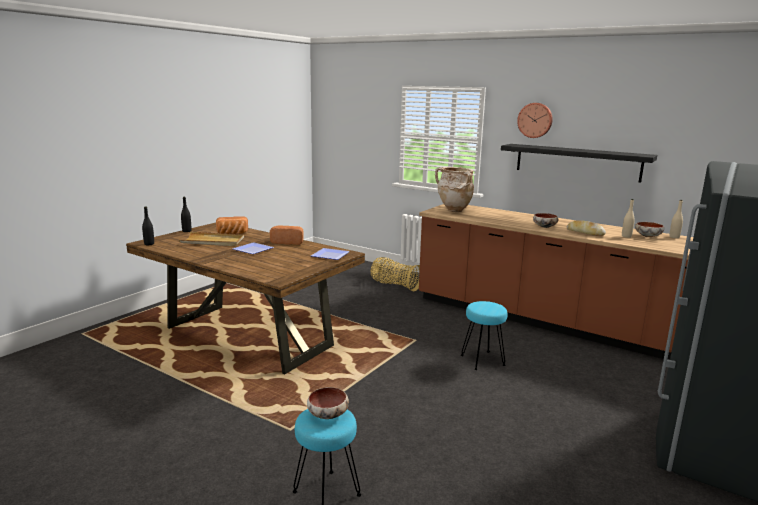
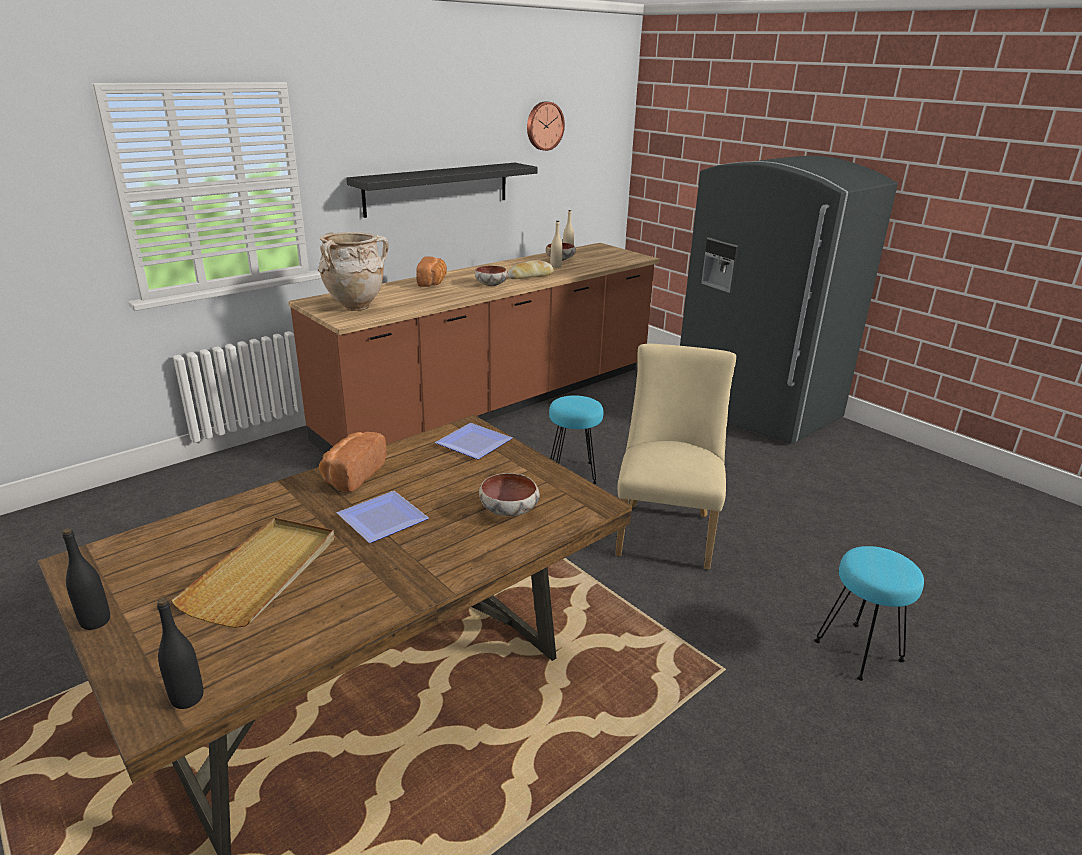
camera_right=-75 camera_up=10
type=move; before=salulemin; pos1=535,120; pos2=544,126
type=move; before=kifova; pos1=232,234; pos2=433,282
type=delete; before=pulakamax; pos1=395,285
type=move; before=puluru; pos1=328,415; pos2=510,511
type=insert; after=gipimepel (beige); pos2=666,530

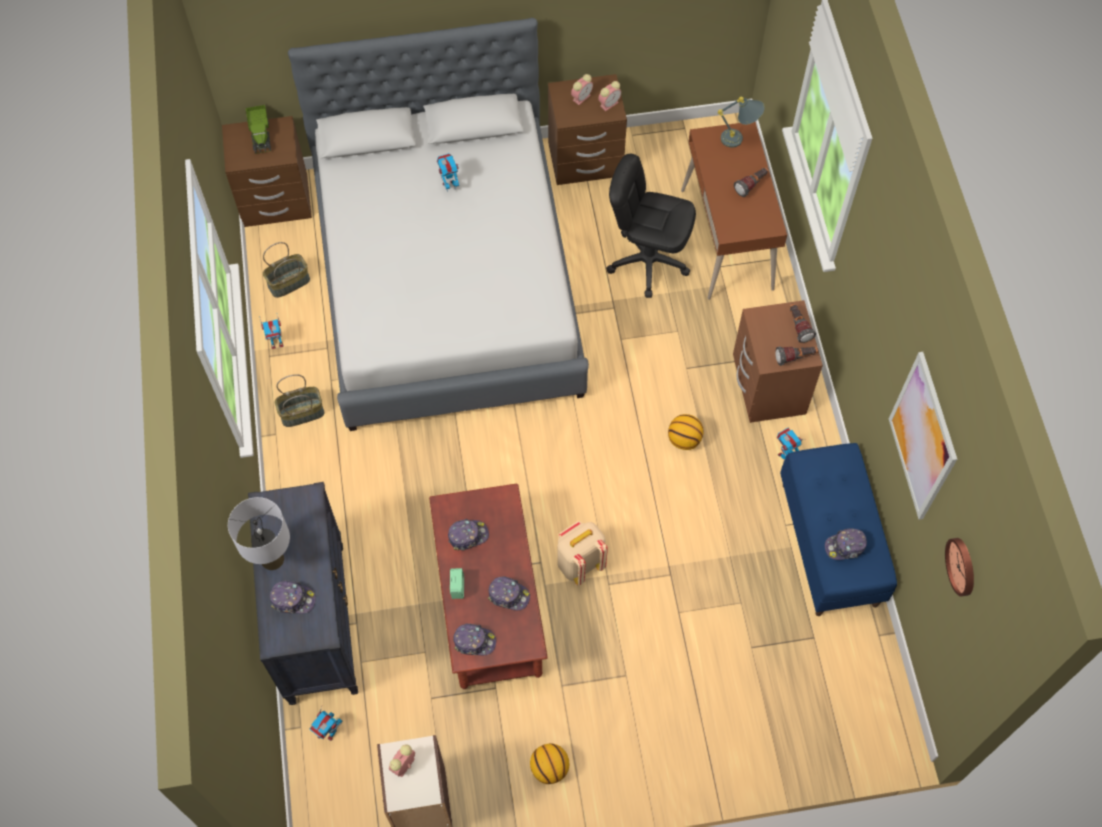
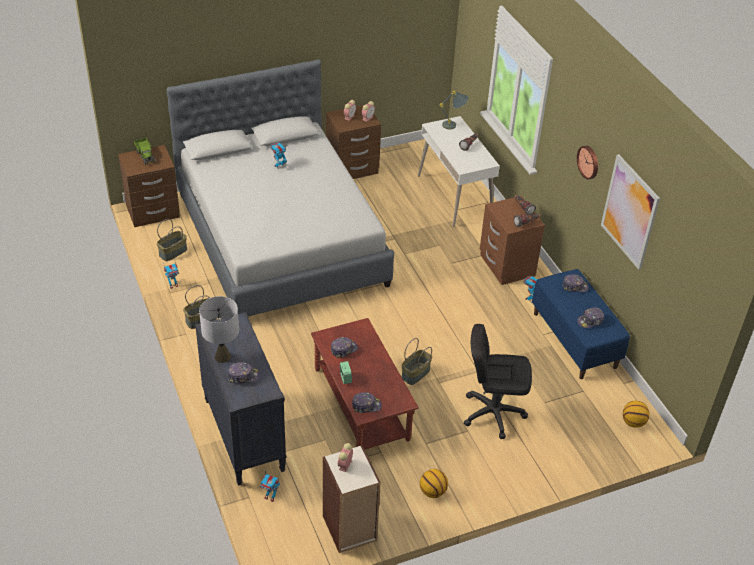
camera_right=-15 camera_up=-20
type=recolor; before=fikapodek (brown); after=fikapodek (white); pos1=727,239; pos2=454,196
type=move; before=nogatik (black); pos1=648,261; pos2=493,413
type=move; before=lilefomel; pos1=684,440; pos2=633,422
type=replace; before=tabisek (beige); after=pulakamax; pos1=579,563; pos2=416,374
type=move; before=salulemin; pos1=962,566; pos2=589,162
type=move; before=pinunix; pos1=508,595; pos2=574,286

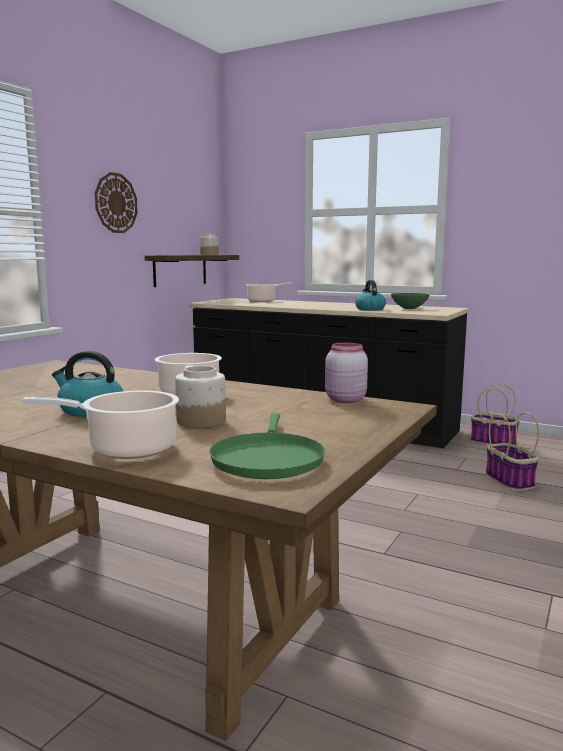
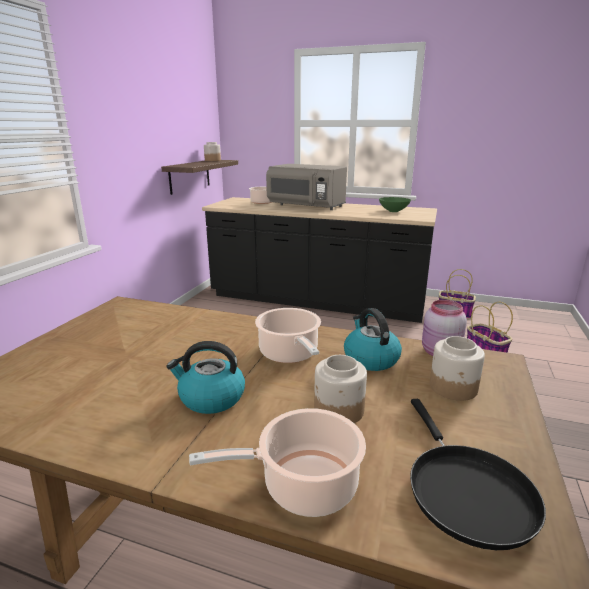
camera_right=-10 camera_up=10
type=delete; before=salulemin; pos1=115,203
type=move; before=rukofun; pos1=369,309; pos2=370,358
type=recolor; before=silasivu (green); after=silasivu (black); pos1=267,459; pos2=466,491
type=insert; after=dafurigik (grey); pos2=306,206
type=insert; after=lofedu; pos2=453,387

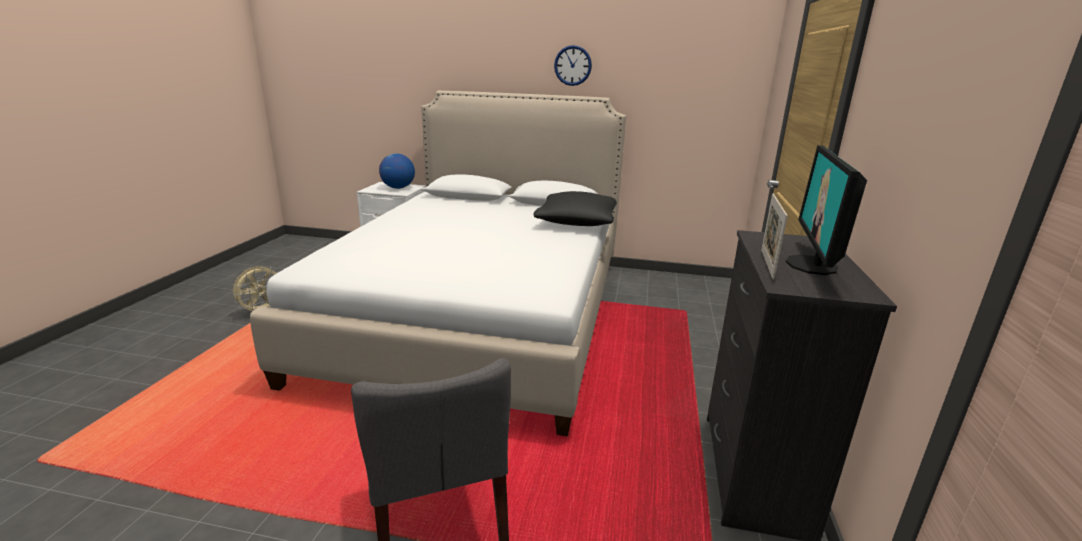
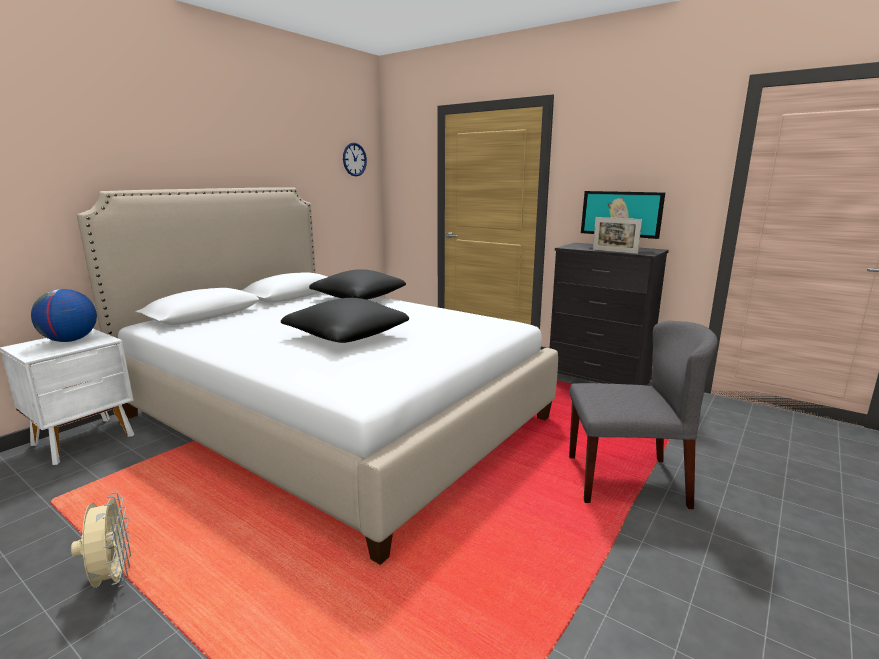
camera_right=-65 camera_up=-5
type=move; before=salulemin; pos1=572,65; pos2=354,159
type=insert; after=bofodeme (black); pos2=346,336

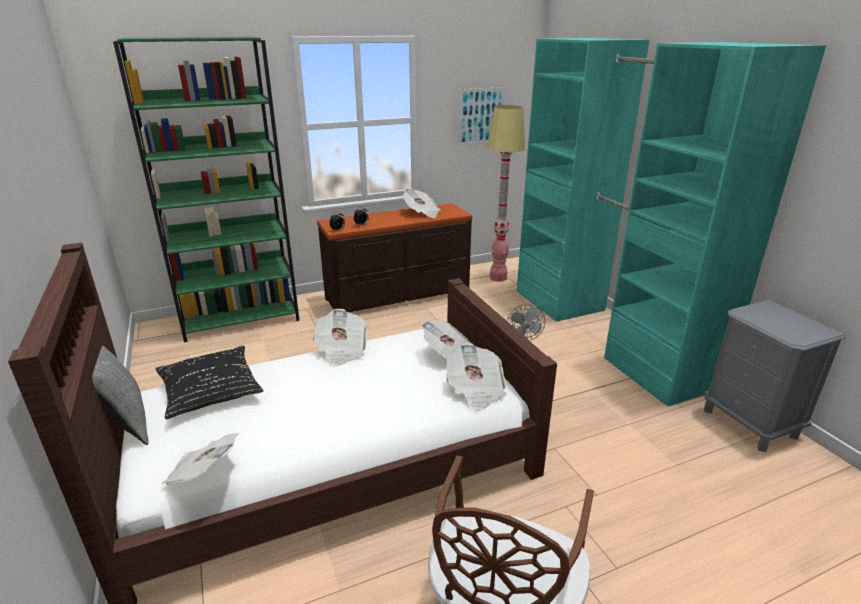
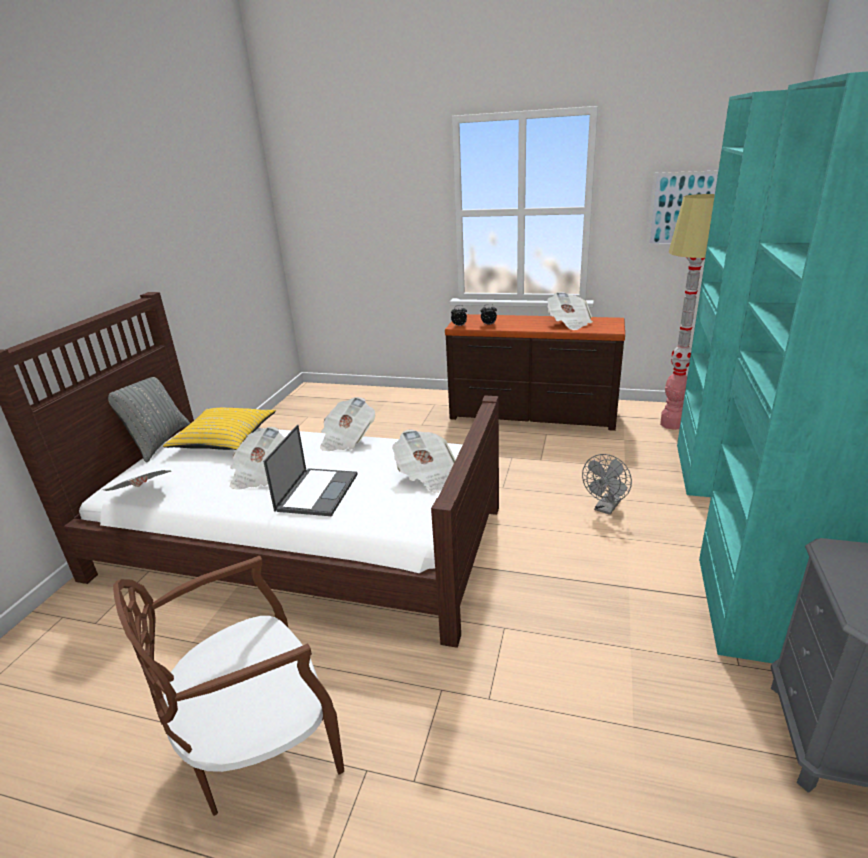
camera_right=40 camera_up=0
type=delete; before=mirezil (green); pos1=241,318
type=move; before=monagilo; pos1=475,390; pos2=260,474
type=recolor; before=bofodeme (black); after=bofodeme (yellow); pos1=210,390; pos2=224,438
type=insert; after=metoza; pos2=317,491

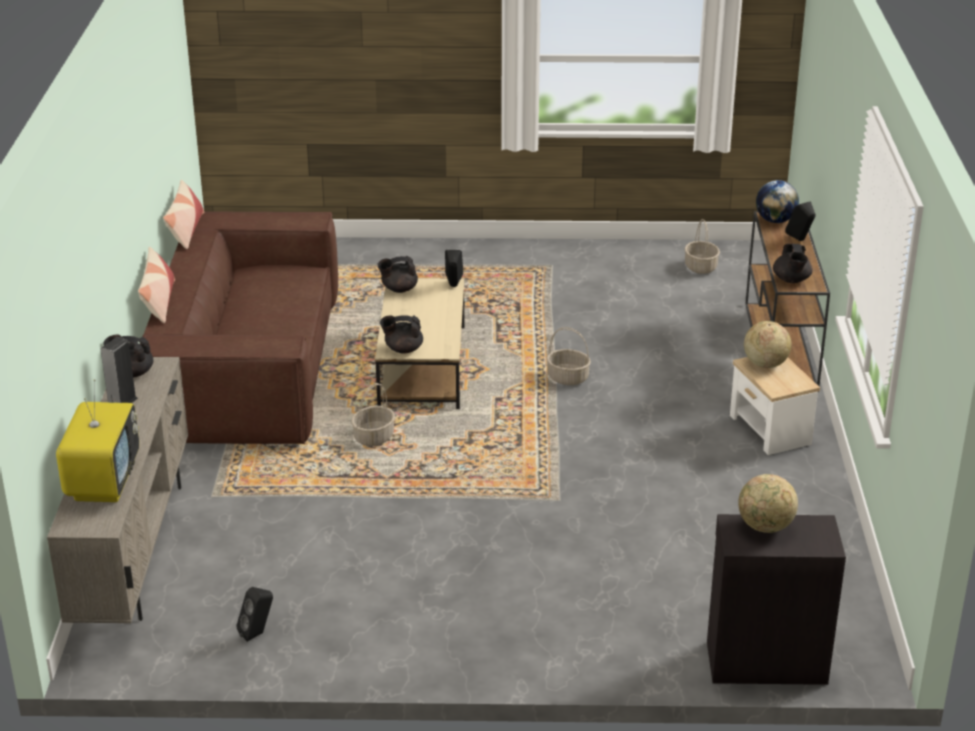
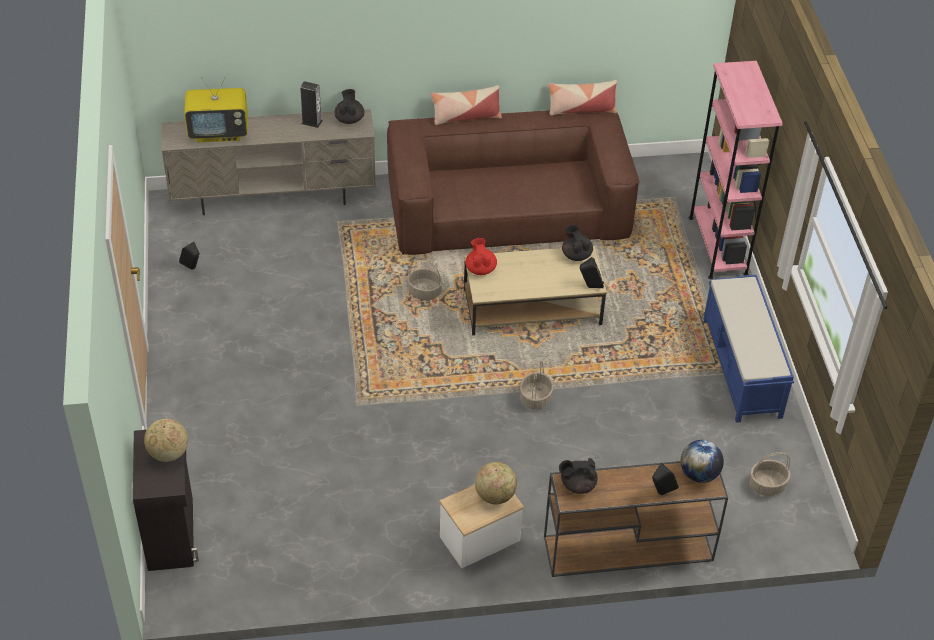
camera_right=80 camera_up=15
type=recolor; before=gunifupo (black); after=gunifupo (red); pos1=403,349; pos2=480,269
type=insert; after=mirezil (pink); pos2=717,246
type=insert; after=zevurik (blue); pos2=742,368

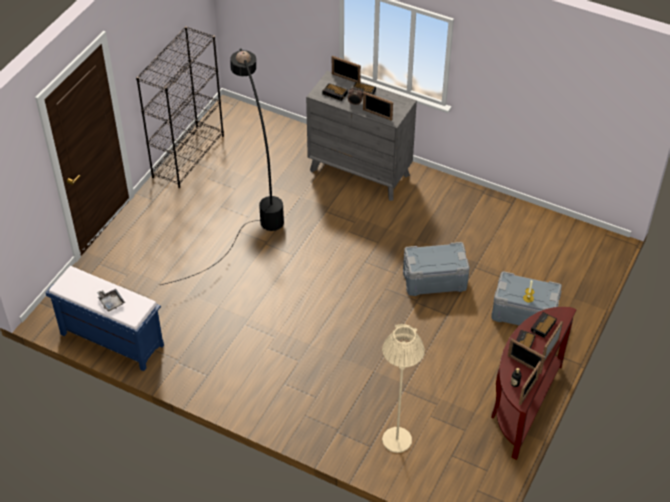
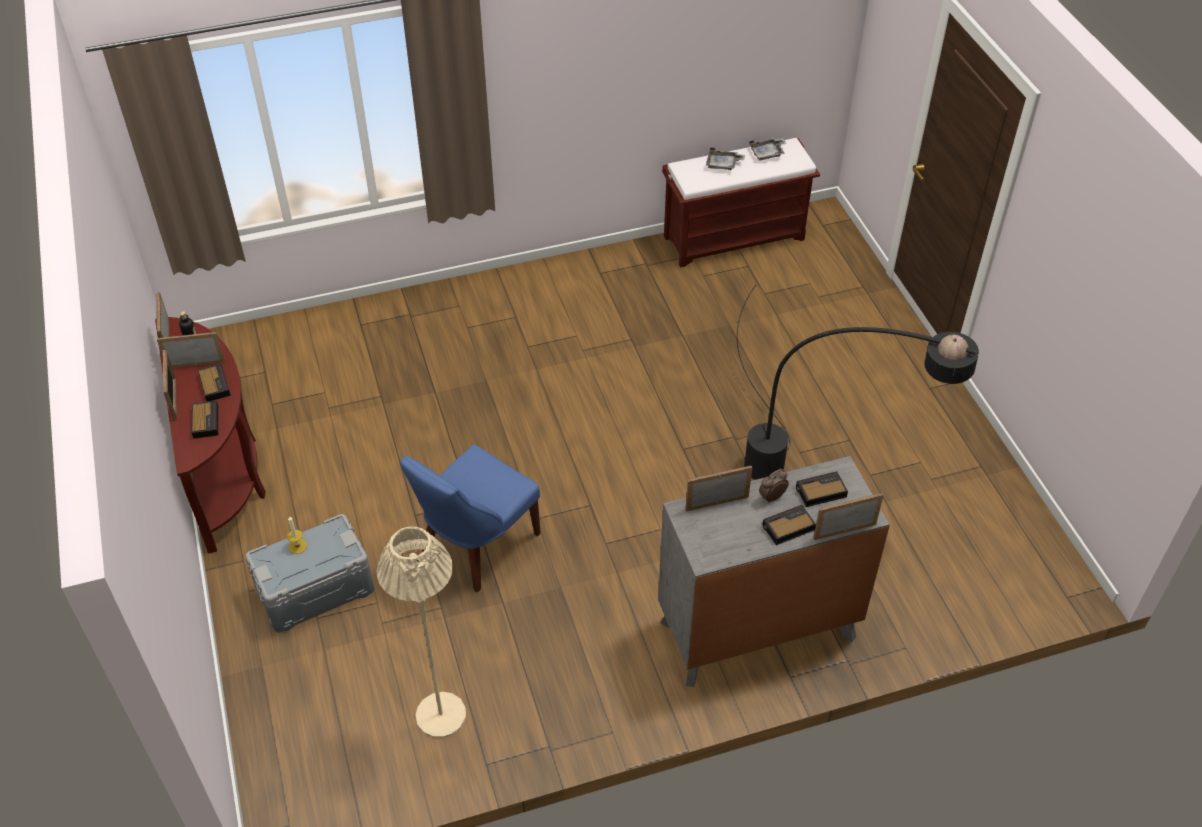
camera_right=135 camera_up=0
type=delete; before=mirezil (black); pos1=188,156
type=replace; before=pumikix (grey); after=gipimepel (blue); pos1=434,280; pos2=476,546
type=recolor; before=zevurik (blue); after=zevurik (brown); pos1=110,340; pos2=735,237
type=move; before=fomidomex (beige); pos1=397,440; pos2=441,715
type=insert; after=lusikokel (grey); pos2=767,153

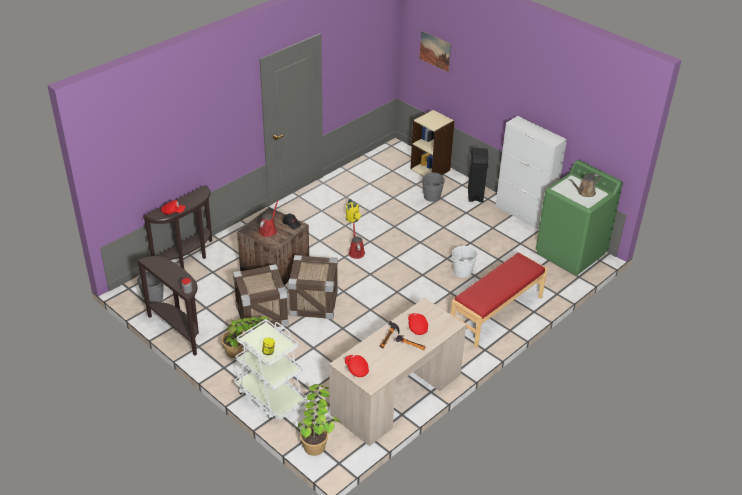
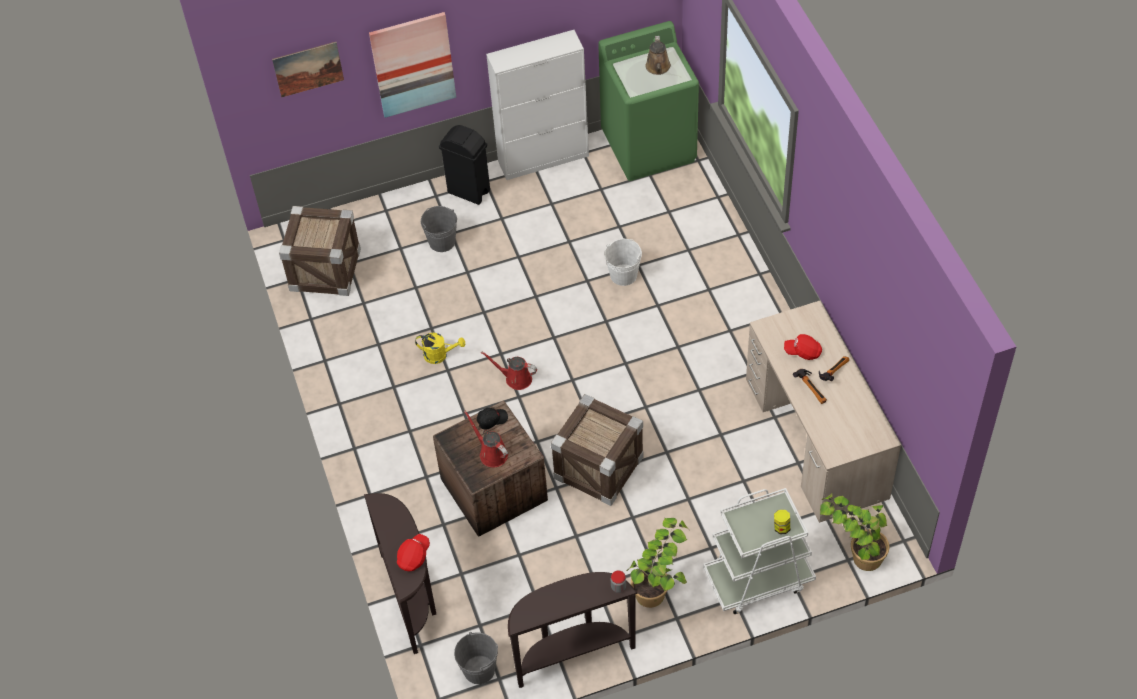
camera_right=-60 camera_up=15
type=delete; before=mirezil (beige); pos1=430,169
type=delete; before=zevurik (red); pos1=497,313
type=move; before=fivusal; pos1=262,315; pos2=325,270
type=delete; before=pinunix (red); pos1=356,369
type=insert; after=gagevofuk; pos2=413,64

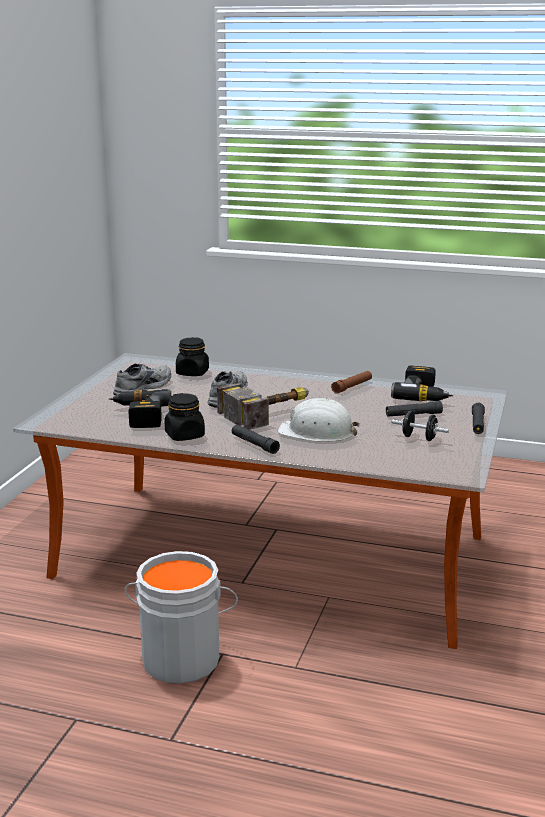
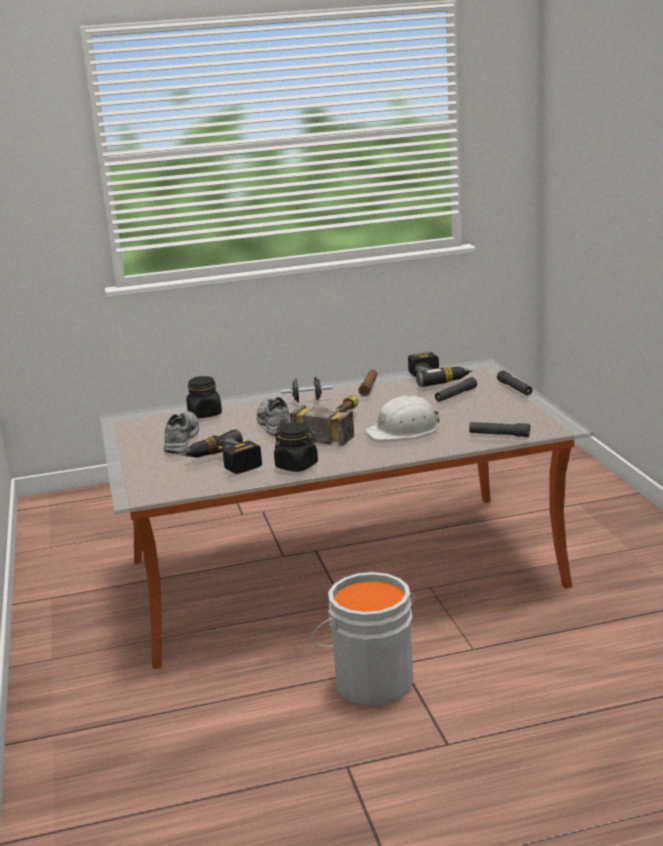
camera_right=-30 camera_up=0
type=move; before=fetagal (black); pos1=419,438; pos2=307,400
type=move; before=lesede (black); pos1=254,444; pos2=499,435

